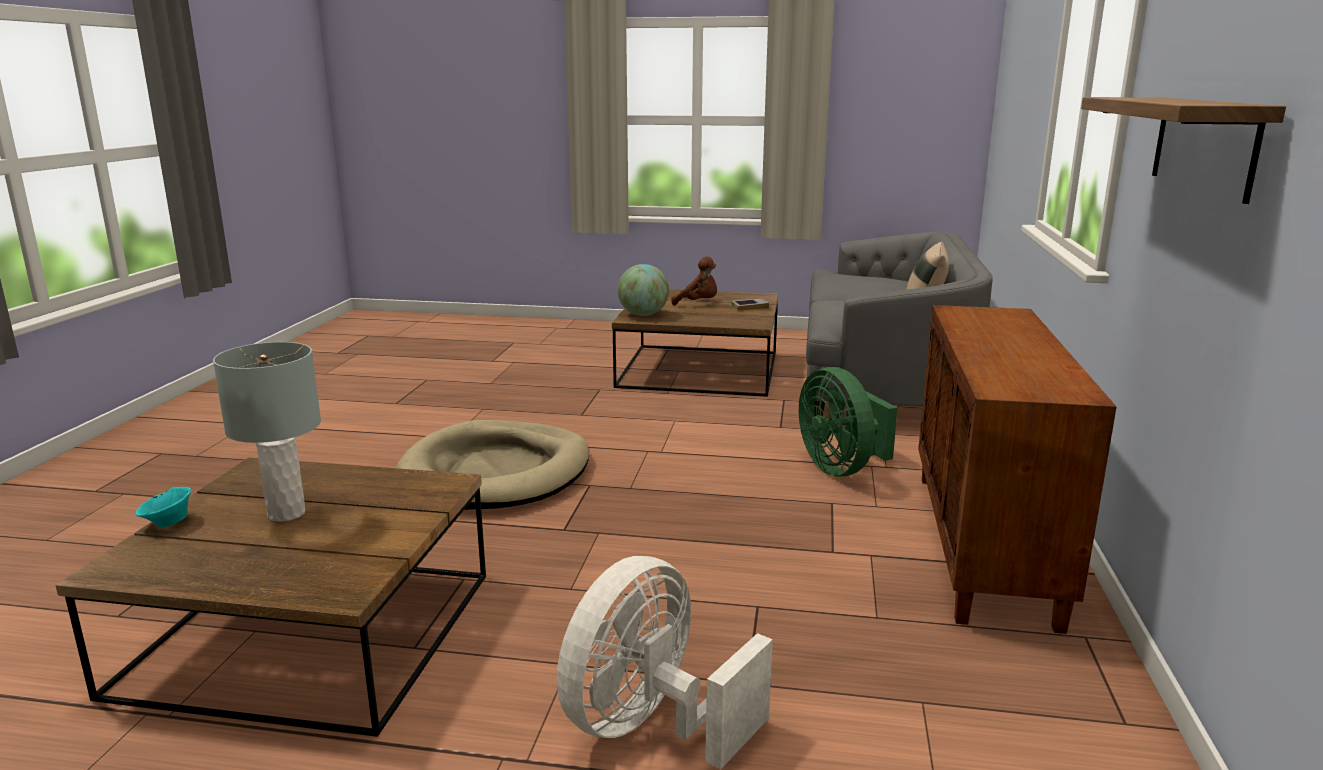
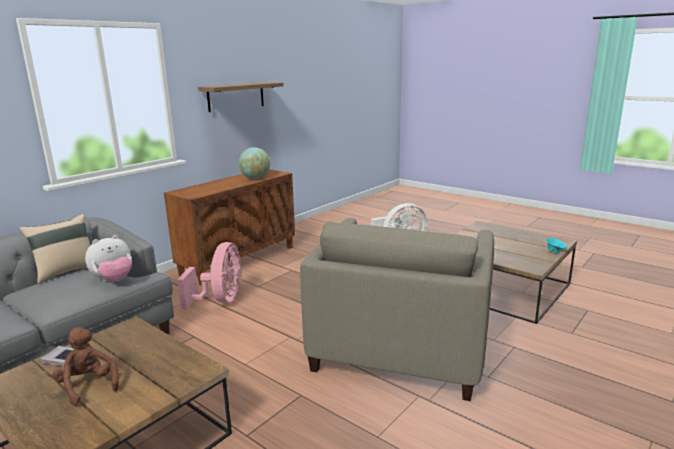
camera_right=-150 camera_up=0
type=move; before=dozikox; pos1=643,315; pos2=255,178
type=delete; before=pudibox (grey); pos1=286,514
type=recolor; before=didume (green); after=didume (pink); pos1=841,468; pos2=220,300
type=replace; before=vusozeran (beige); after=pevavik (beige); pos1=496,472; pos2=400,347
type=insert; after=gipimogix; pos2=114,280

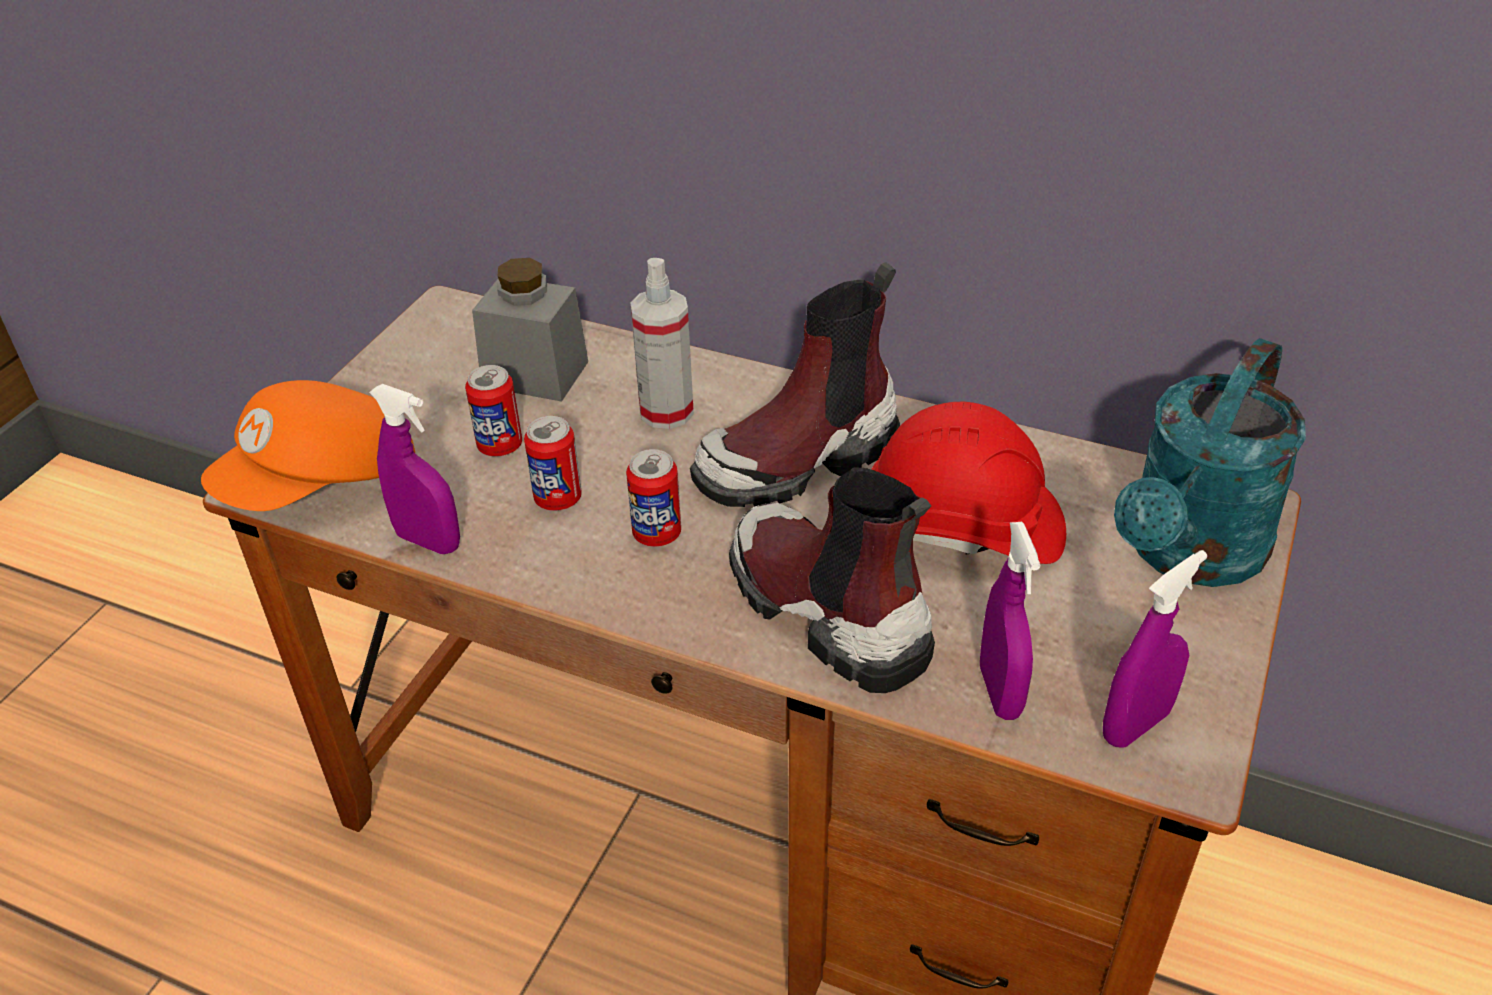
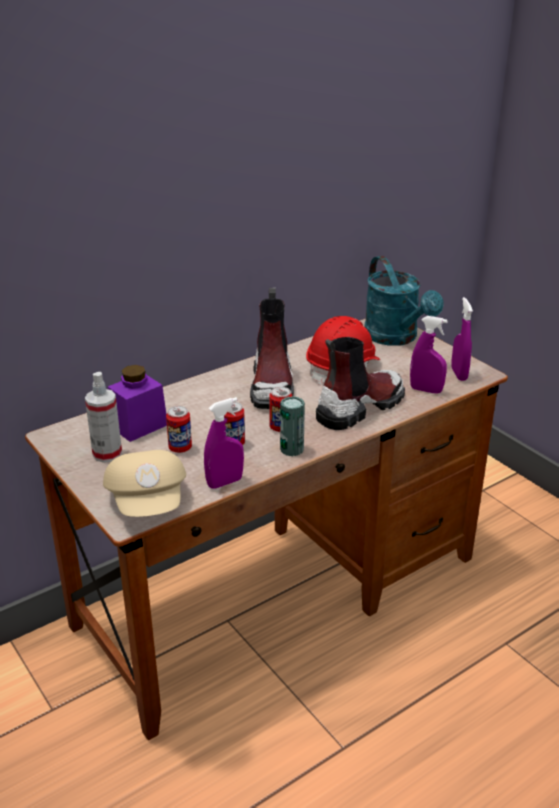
camera_right=-60 camera_up=-10
type=recolor; before=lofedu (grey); after=lofedu (purple); pos1=535,374; pos2=139,426
type=move; before=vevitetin; pos1=666,412; pos2=107,454
type=recolor; before=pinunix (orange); after=pinunix (beige); pos1=323,483; pos2=149,502
type=rotate; before=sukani; pos1=825,612; pos2=359,407; turn=150
type=insert; after=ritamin; pos2=292,449

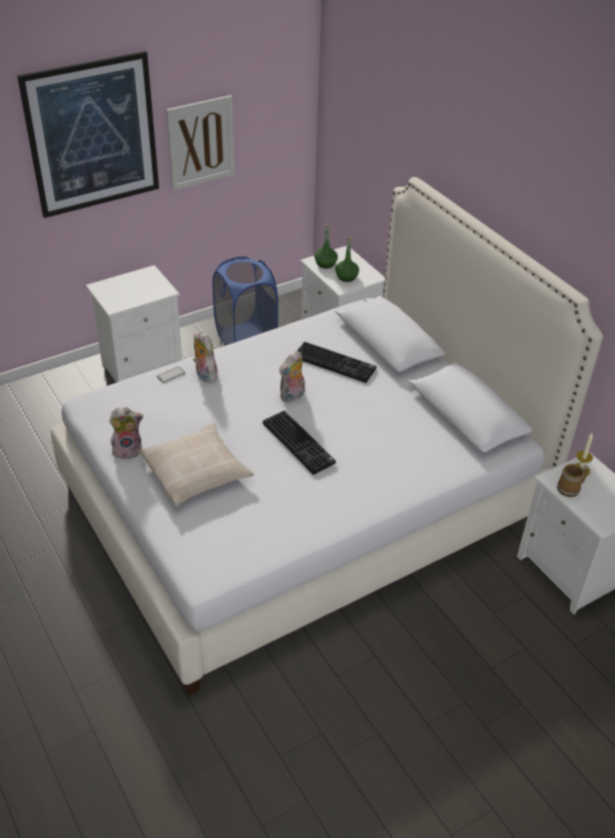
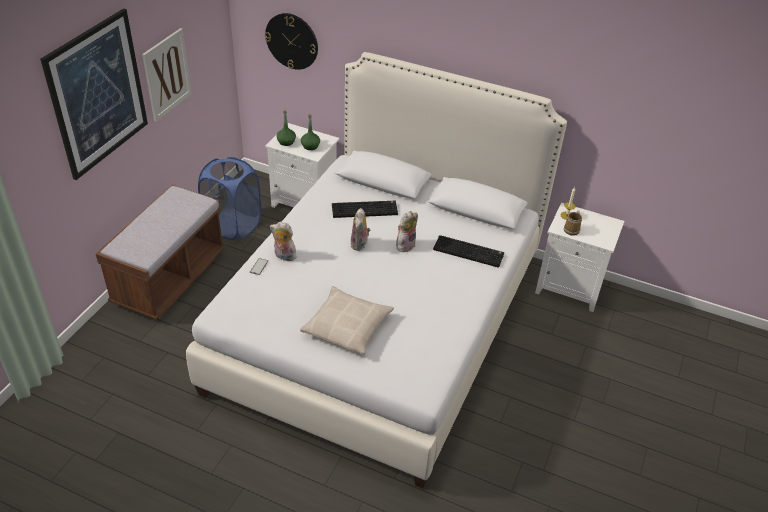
camera_right=-35 camera_up=0
type=replace; before=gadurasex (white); after=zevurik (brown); pos1=142,365; pos2=170,278
type=move; before=gipimogix; pos1=128,450; pos2=405,245
type=move; before=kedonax; pos1=300,443; pos2=469,251
type=insert; after=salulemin; pos2=292,41

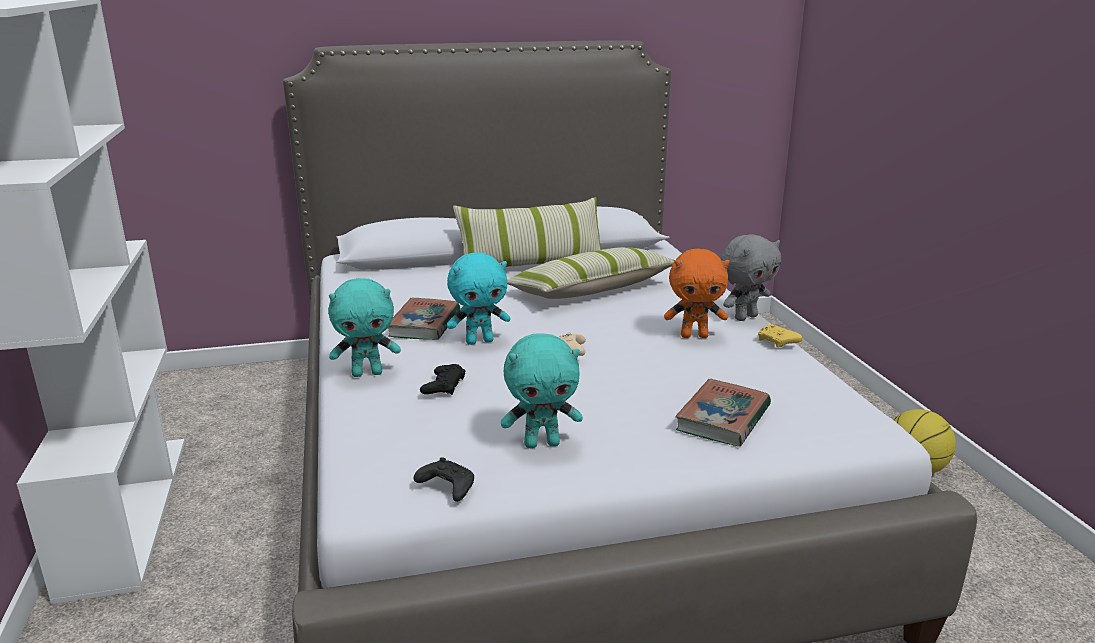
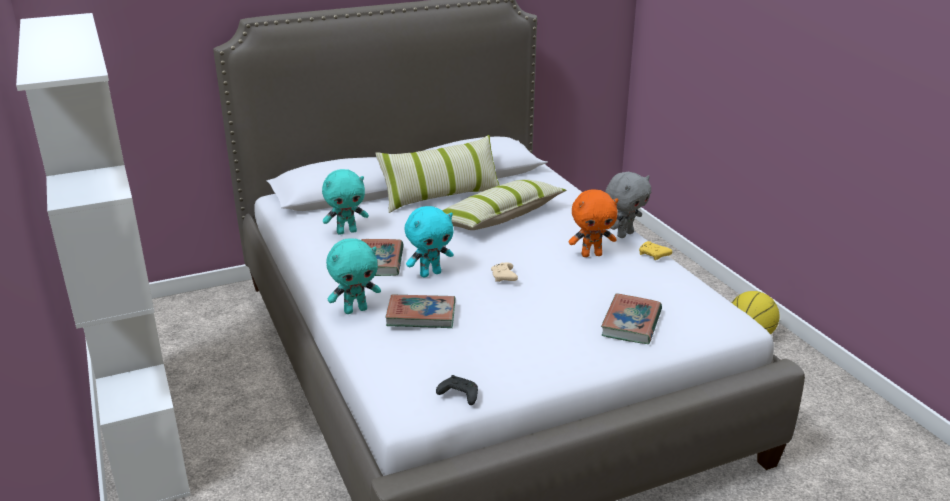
camera_right=-10 camera_up=5
type=move; before=gipimogix (turquoise); pos1=542,443; pos2=347,231
type=replace; before=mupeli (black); after=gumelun; pos1=443,385; pos2=421,315

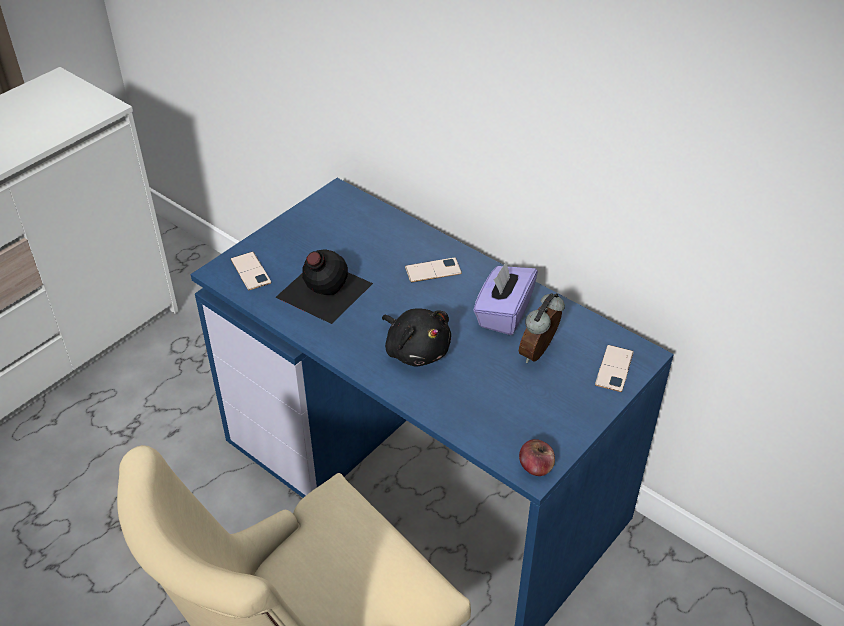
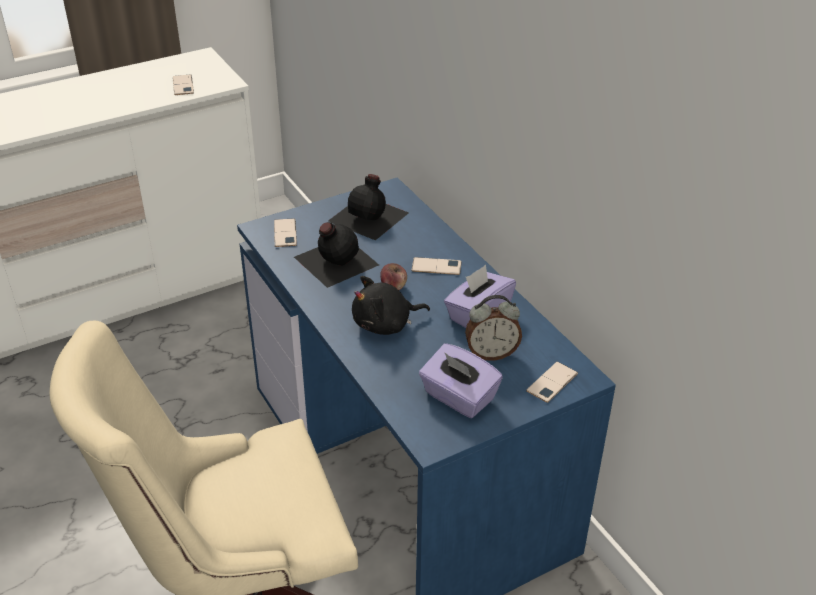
camera_right=20 camera_up=-5
type=rotate; before=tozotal; pos1=539,353; pos2=491,353; turn=-150
type=rotate; before=gipimogix (black); pos1=416,350; pos2=385,324; turn=90
type=move; before=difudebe; pos1=536,467; pos2=393,286
type=insert; after=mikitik; pos2=183,85
type=insert; after=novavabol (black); pos2=370,216
type=insert; after=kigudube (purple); pos2=458,398

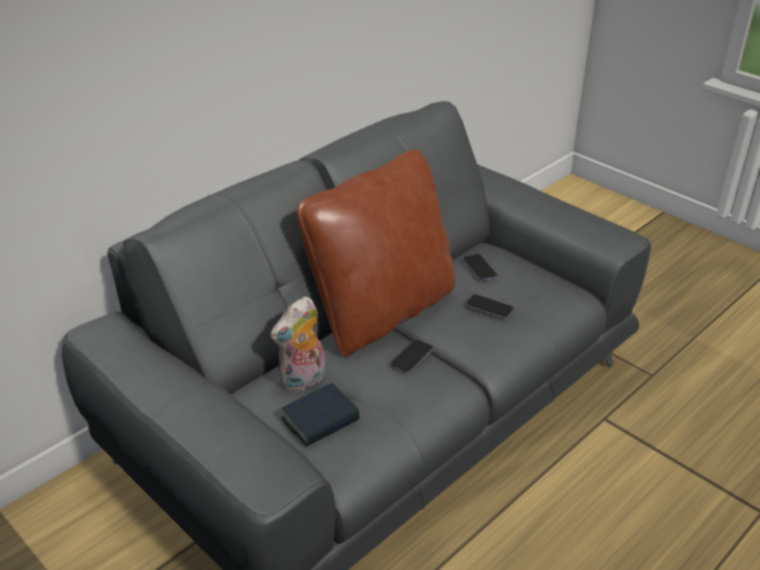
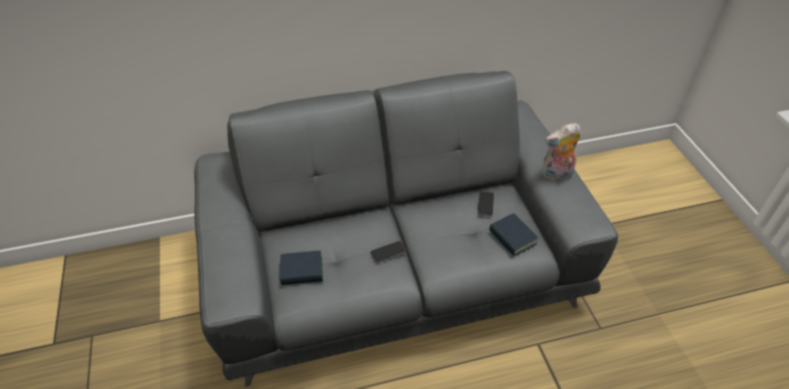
camera_right=30 camera_up=10
type=delete; before=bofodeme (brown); pos1=381,312
type=delete; before=mikitik; pos1=489,308
type=move; before=gipimogix; pos1=303,381; pos2=556,174
type=insert; after=gumelun; pos2=512,238

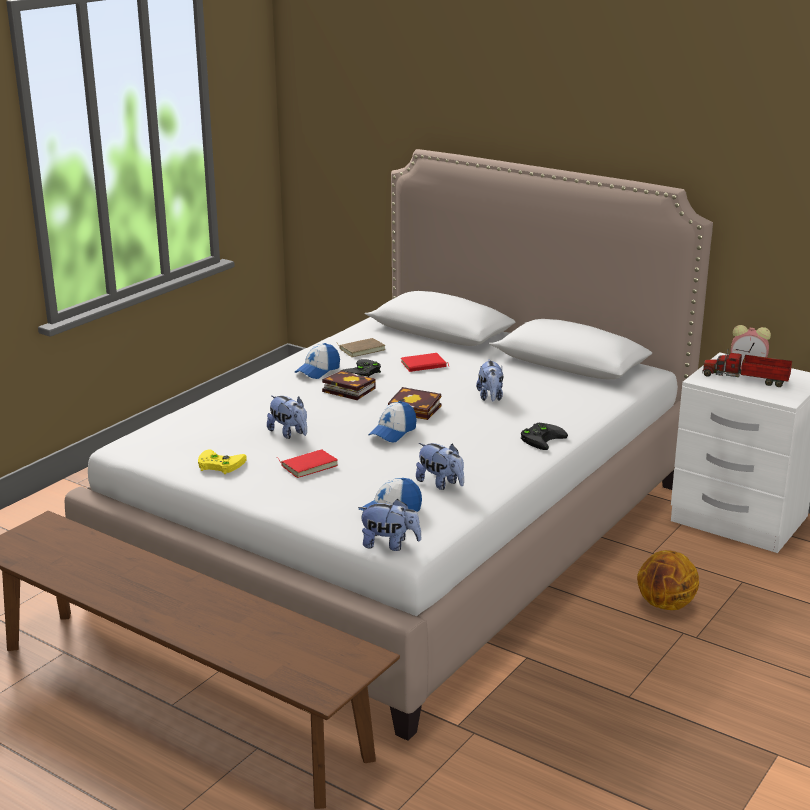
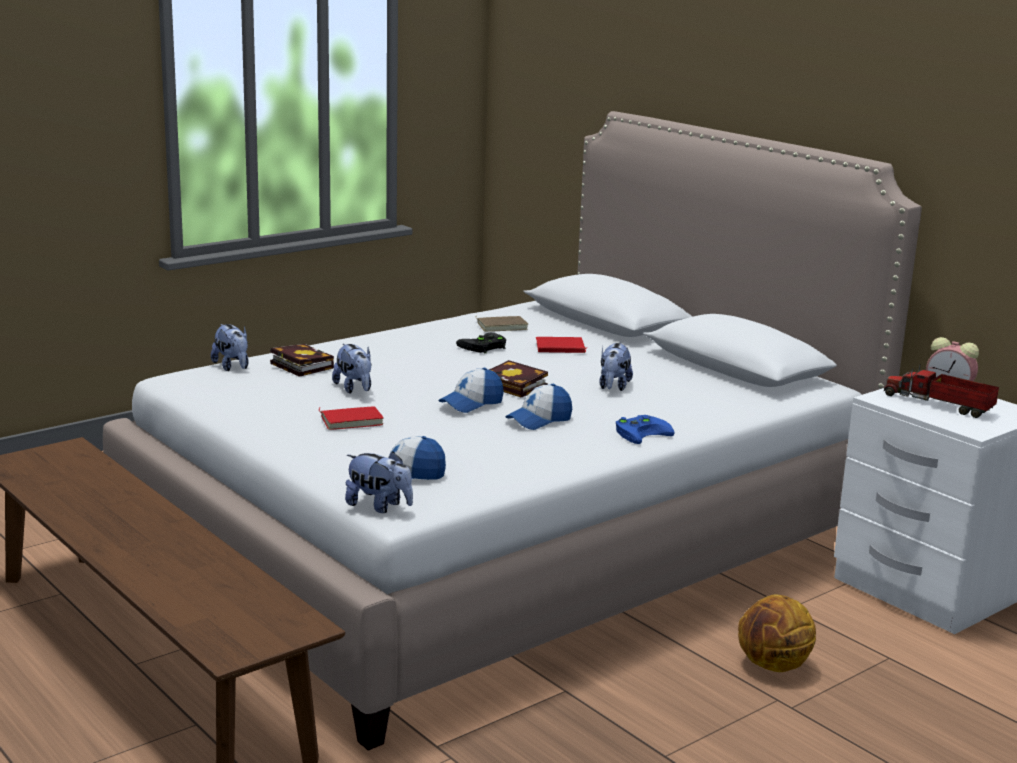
camera_right=15 camera_up=-5
type=move; before=pinunix; pos1=318,370; pos2=539,420
type=move; before=gumelun; pos1=346,389; pos2=299,365
type=recolor; before=mupeli (black); after=mupeli (blue); pos1=541,438; pos2=642,432
type=move; before=gipimogix; pos1=440,484; pos2=232,367
type=delete; before=mupeli (yellow); pos1=218,465

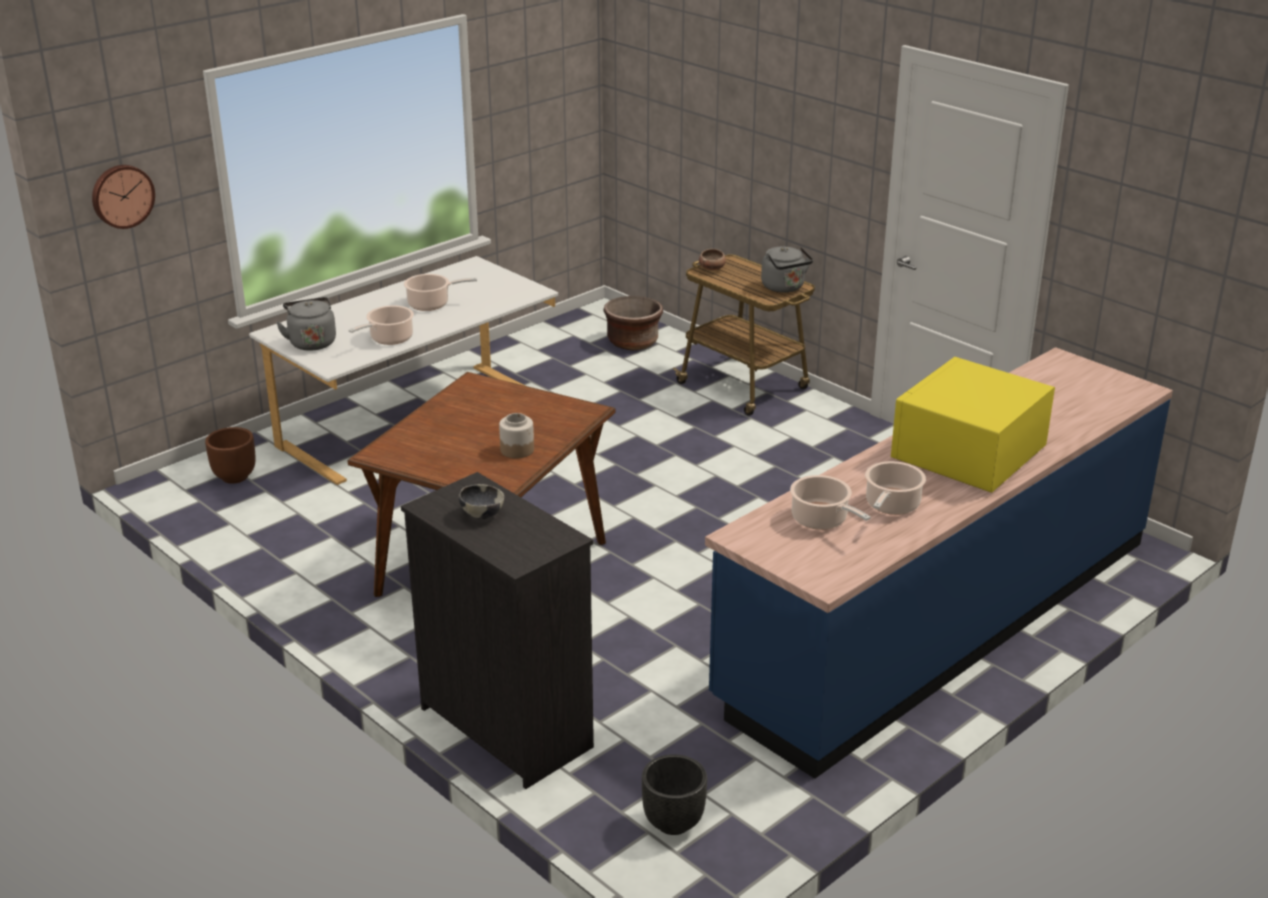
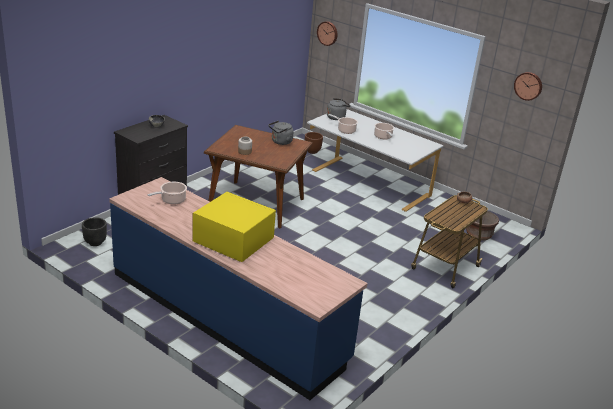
camera_right=80 camera_up=0
type=move; before=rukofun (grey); pos1=784,288; pos2=280,142
type=delete; before=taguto; pos1=891,506
type=insert; after=salulemin; pos2=528,86

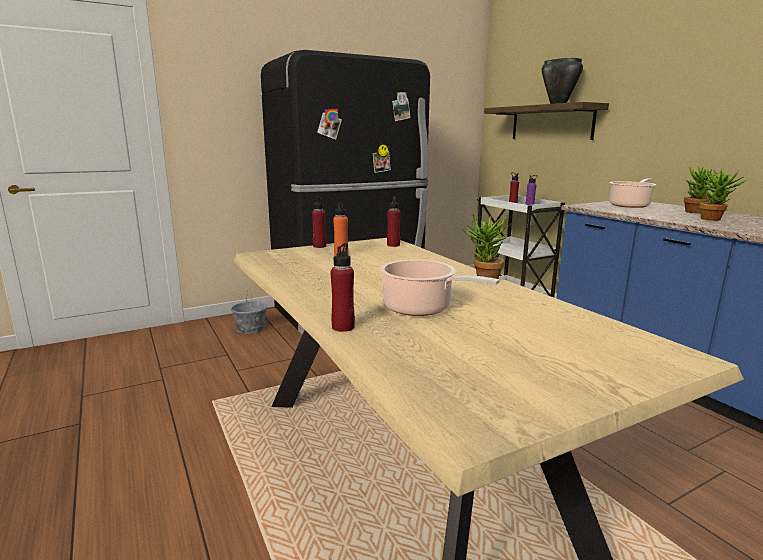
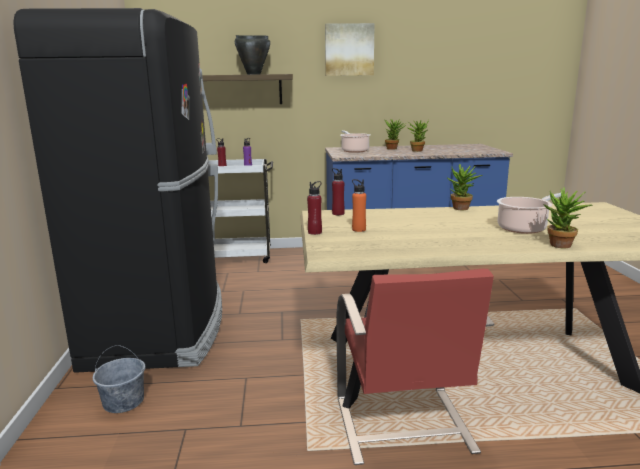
camera_right=-65 camera_up=0
type=replace; before=novavabol (red); after=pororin; pos1=343,327; pos2=561,246
type=insert; after=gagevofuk; pos2=349,50
type=insert; after=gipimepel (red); pos2=403,426

